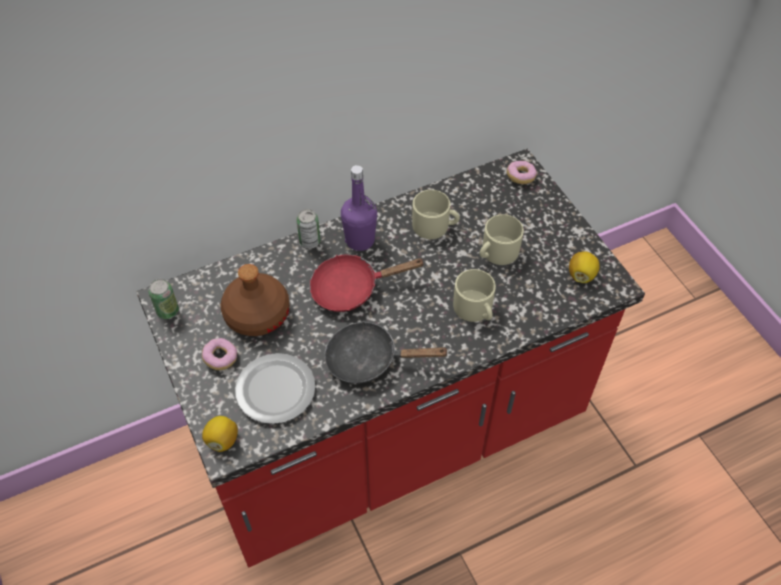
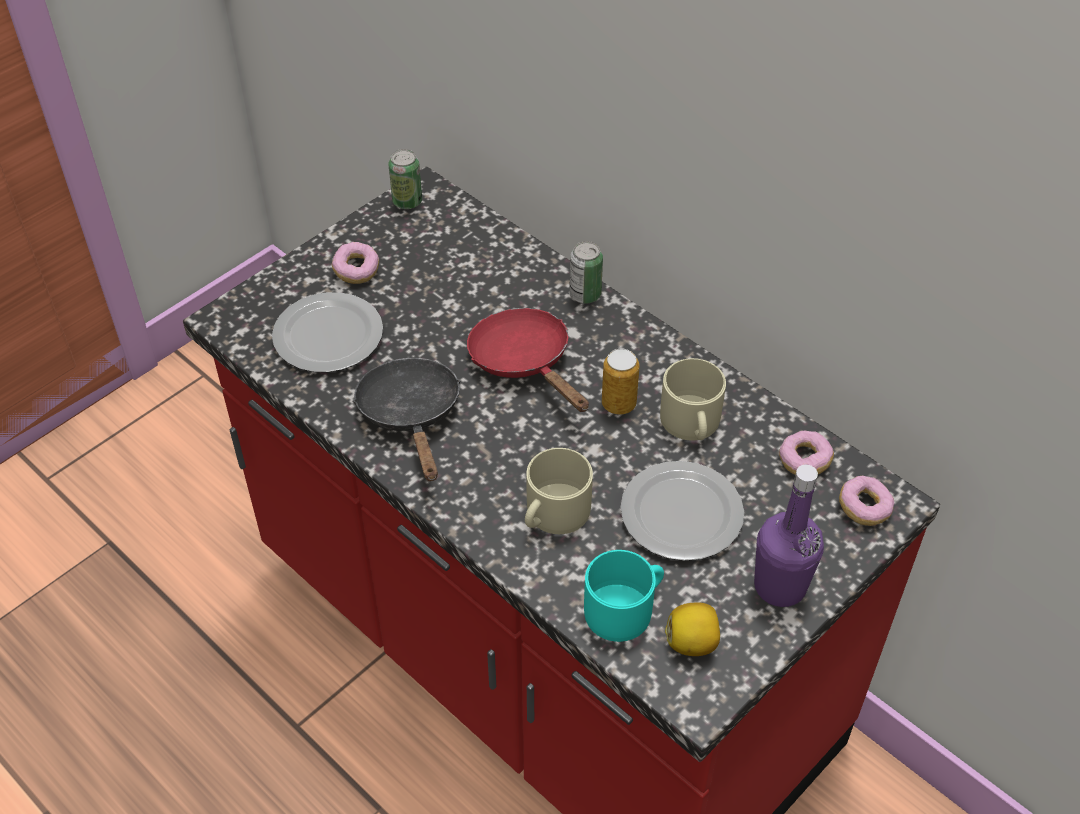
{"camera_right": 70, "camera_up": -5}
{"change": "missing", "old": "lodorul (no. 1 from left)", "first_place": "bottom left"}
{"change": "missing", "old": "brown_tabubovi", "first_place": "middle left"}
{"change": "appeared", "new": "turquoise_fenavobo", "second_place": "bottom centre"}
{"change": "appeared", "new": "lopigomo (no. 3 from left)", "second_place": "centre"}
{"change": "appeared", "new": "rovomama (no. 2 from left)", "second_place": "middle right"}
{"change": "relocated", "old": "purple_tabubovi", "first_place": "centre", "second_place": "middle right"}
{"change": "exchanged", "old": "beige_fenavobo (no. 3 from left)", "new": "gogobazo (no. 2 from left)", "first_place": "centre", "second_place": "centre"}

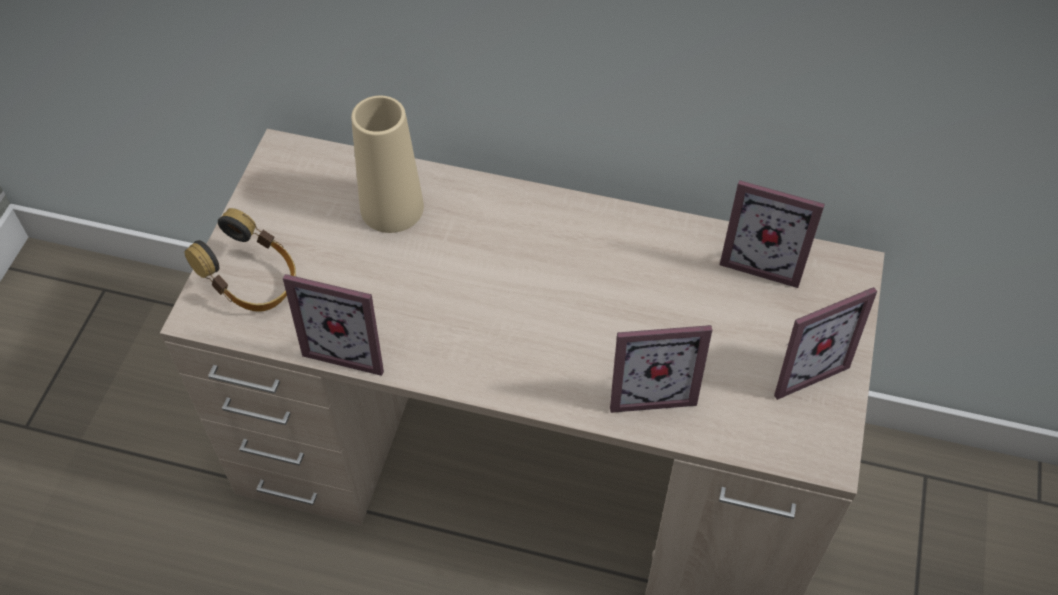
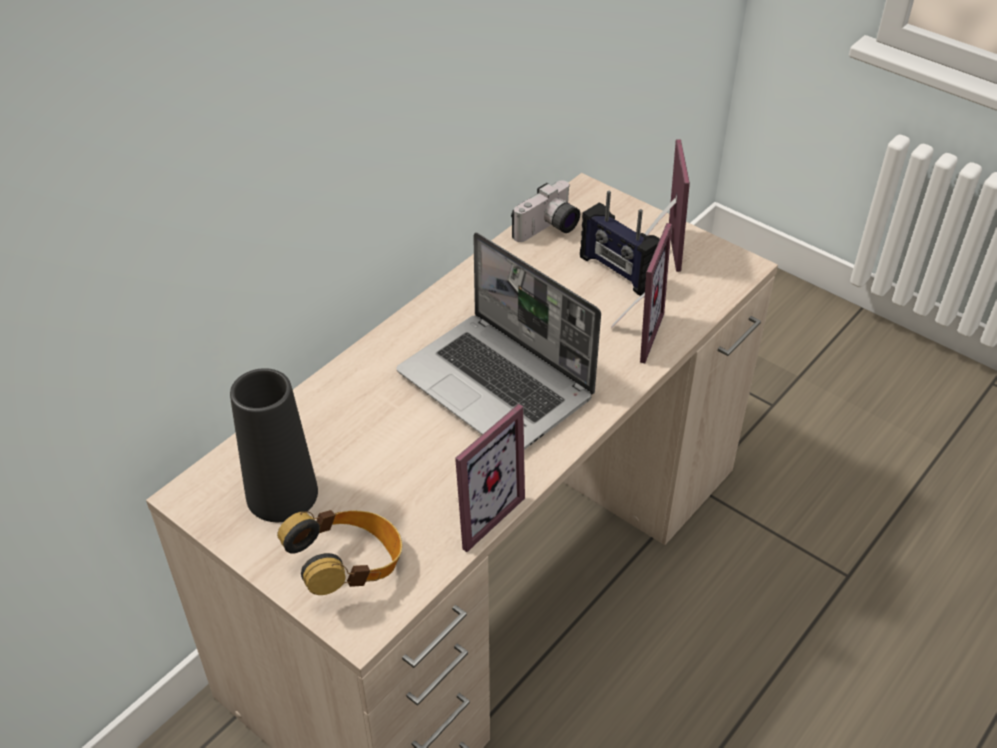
{"camera_right": -65, "camera_up": -10}
{"change": "missing", "old": "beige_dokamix", "first_place": "top centre"}
{"change": "appeared", "new": "black_dokamix", "second_place": "middle left"}
{"change": "appeared", "new": "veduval", "second_place": "centre"}
{"change": "appeared", "new": "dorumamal", "second_place": "top centre"}
{"change": "exchanged", "old": "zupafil (no. 3 from left)", "new": "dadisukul", "first_place": "middle right", "second_place": "top centre"}

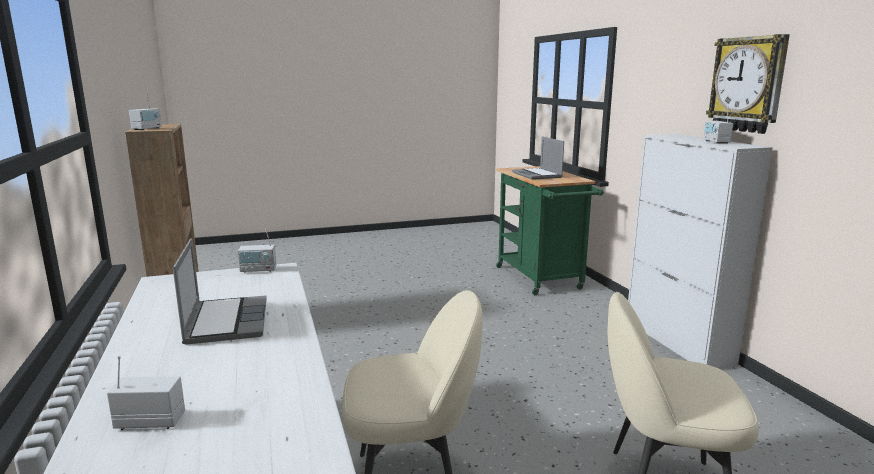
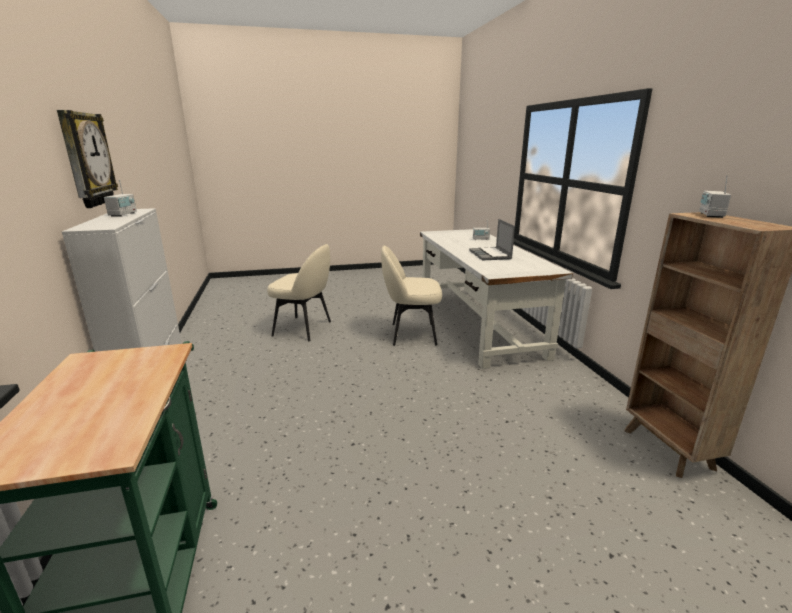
{"camera_right": -175, "camera_up": 5}
{"change": "missing", "old": "dorumamal (no. 3 from left)", "first_place": "middle left"}
{"change": "missing", "old": "veduval (no. 2 from left)", "first_place": "centre"}

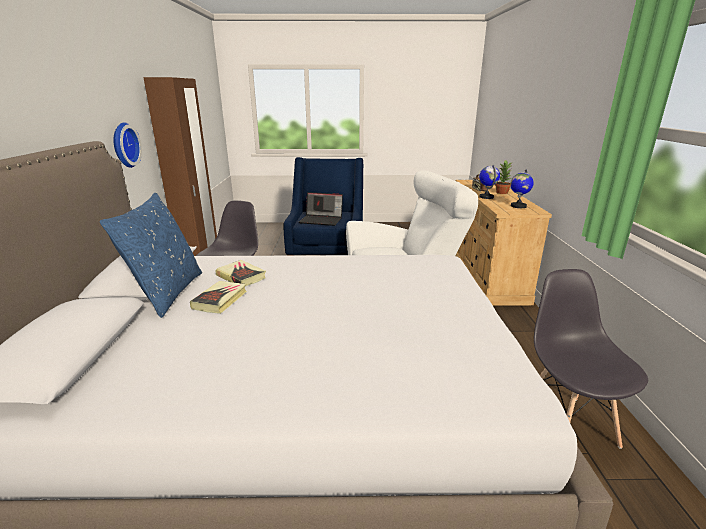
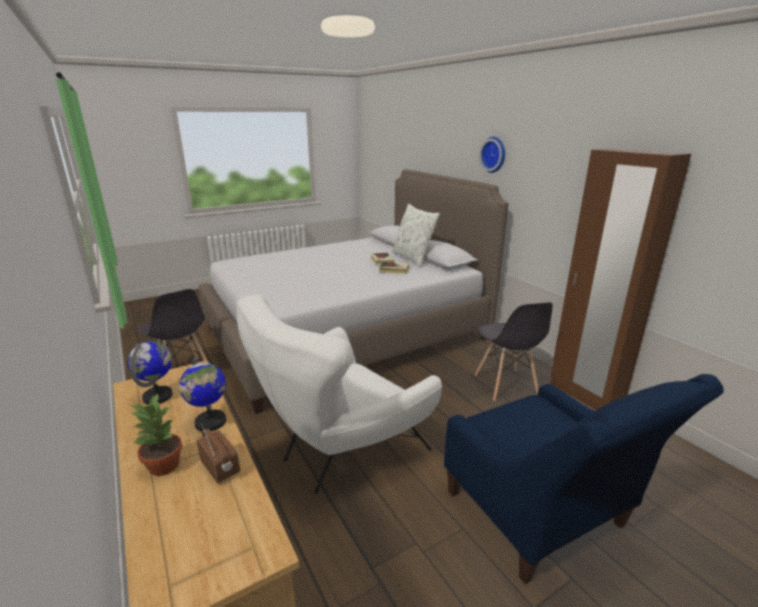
{"camera_right": 150, "camera_up": 0}
{"change": "missing", "old": "veduval", "first_place": "centre"}
{"change": "relocated", "old": "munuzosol", "first_place": "top left", "second_place": "top centre"}
{"change": "colour", "old": "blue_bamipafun", "new": "white_bamipafun", "first_place": "middle left", "second_place": "centre"}

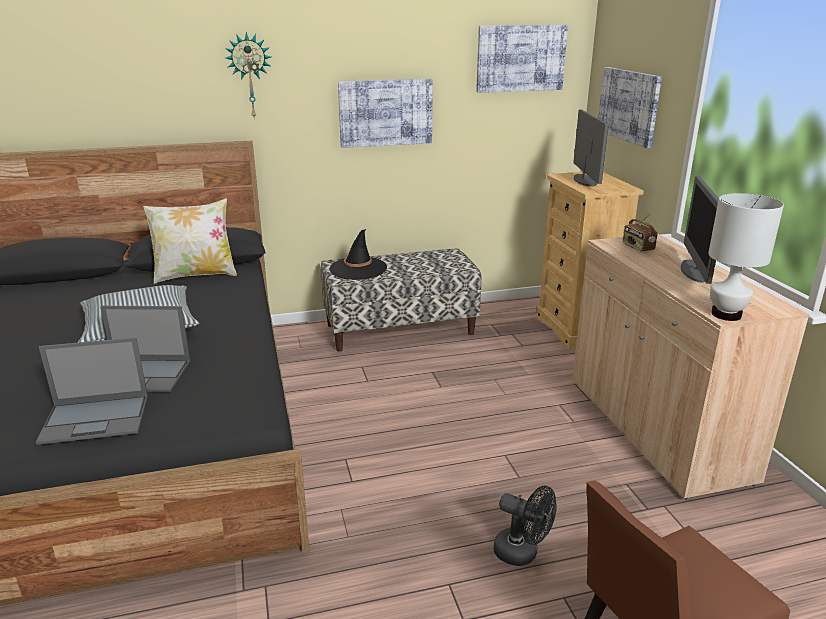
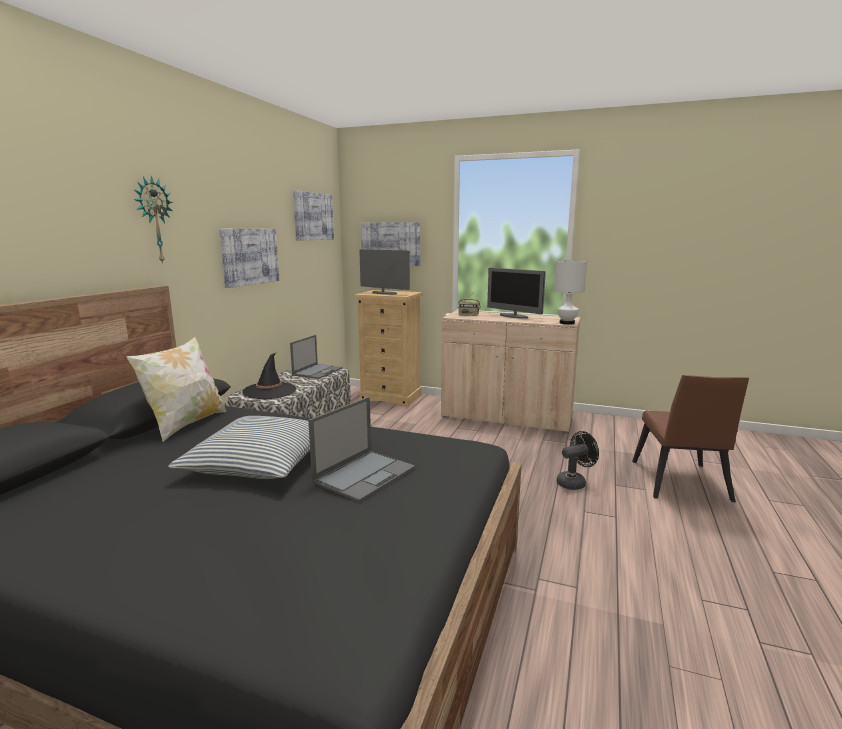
{"camera_right": -55, "camera_up": -10}
{"change": "relocated", "old": "veduval (no. 1 from left)", "first_place": "middle left", "second_place": "centre"}

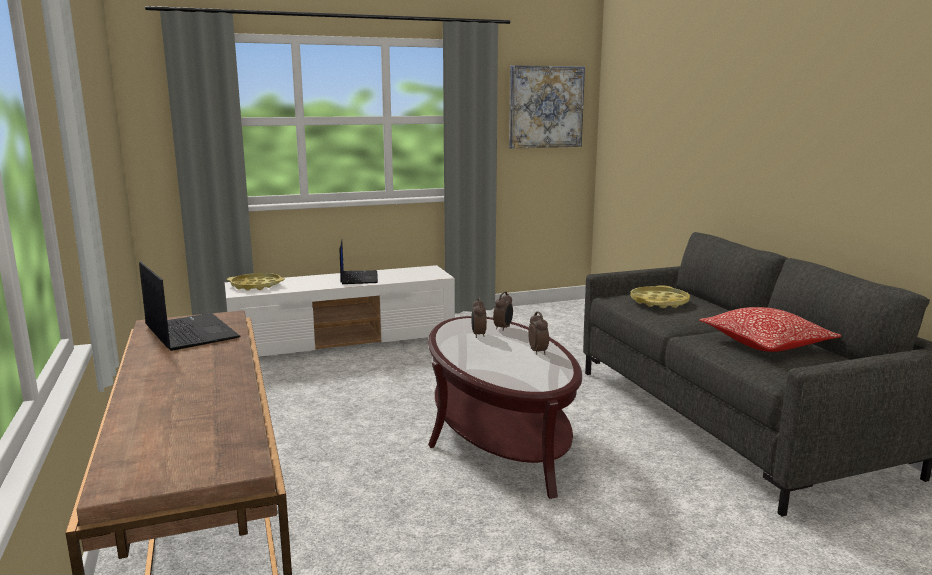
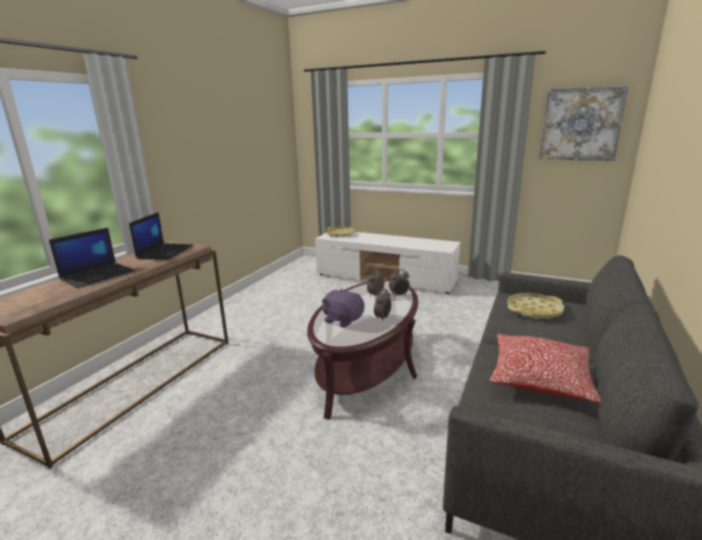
{"camera_right": 45, "camera_up": 5}
{"change": "appeared", "new": "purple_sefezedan", "second_place": "centre"}
{"change": "relocated", "old": "veduval (no. 2 from left in the first image)", "new": "veduval (no. 1 from left)", "first_place": "centre", "second_place": "middle left"}

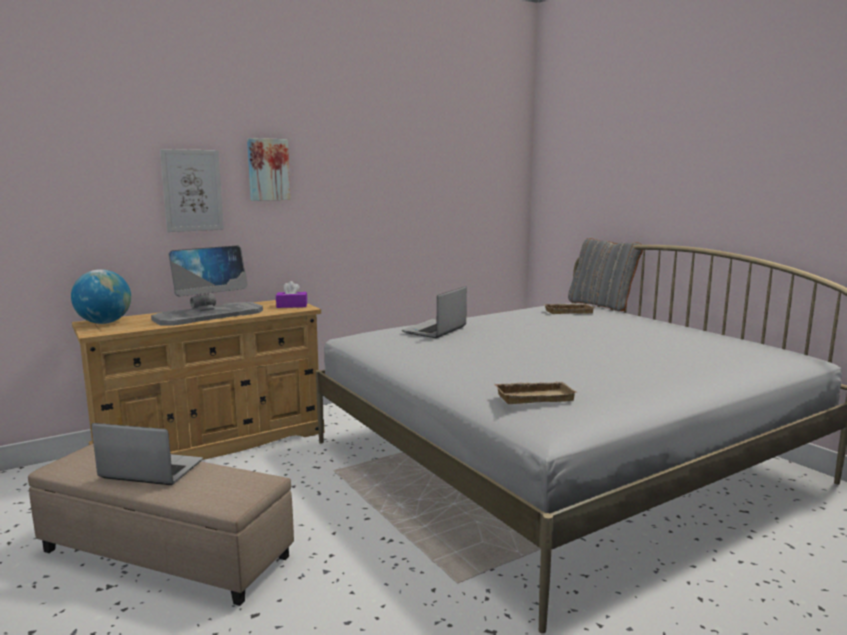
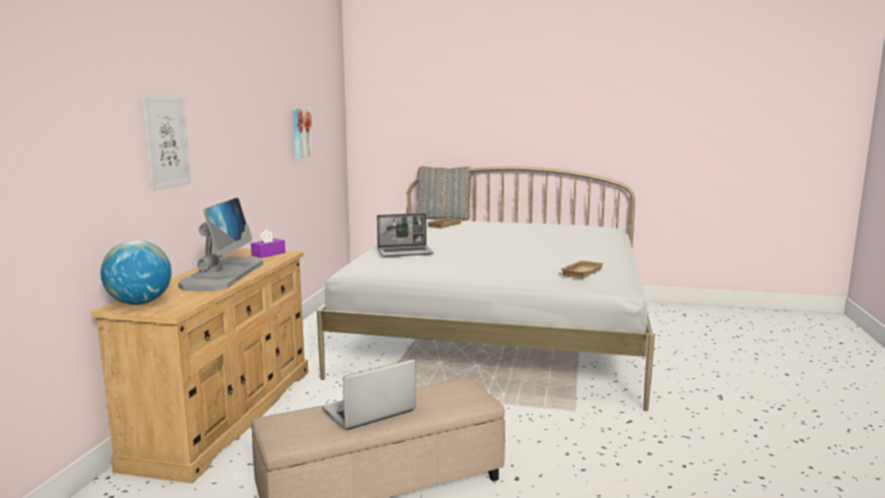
{"camera_right": -45, "camera_up": 0}
{"change": "relocated", "old": "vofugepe (no. 2 from left)", "first_place": "top left", "second_place": "top centre"}
{"change": "spun", "old": "veduval (no. 2 from left)", "first_place": "centre", "second_place": "centre", "degrees": -90}

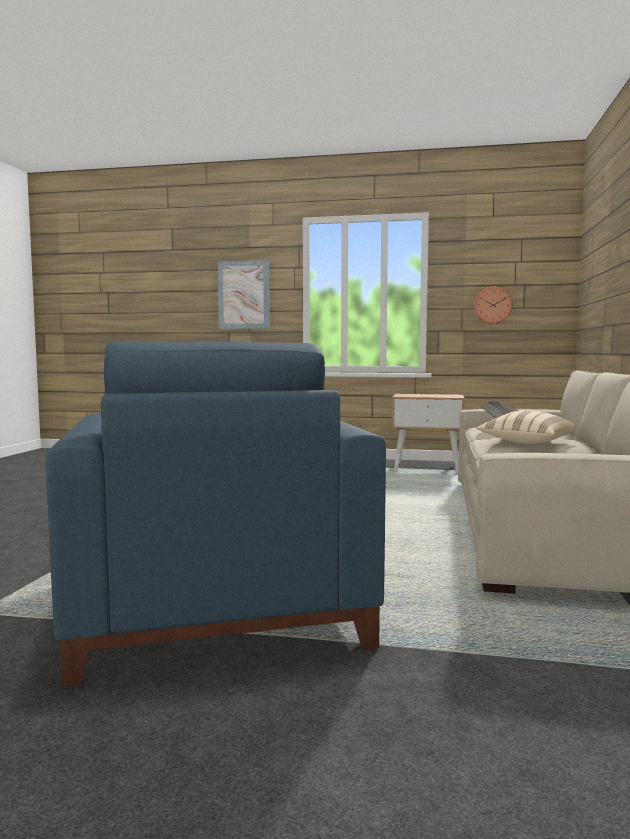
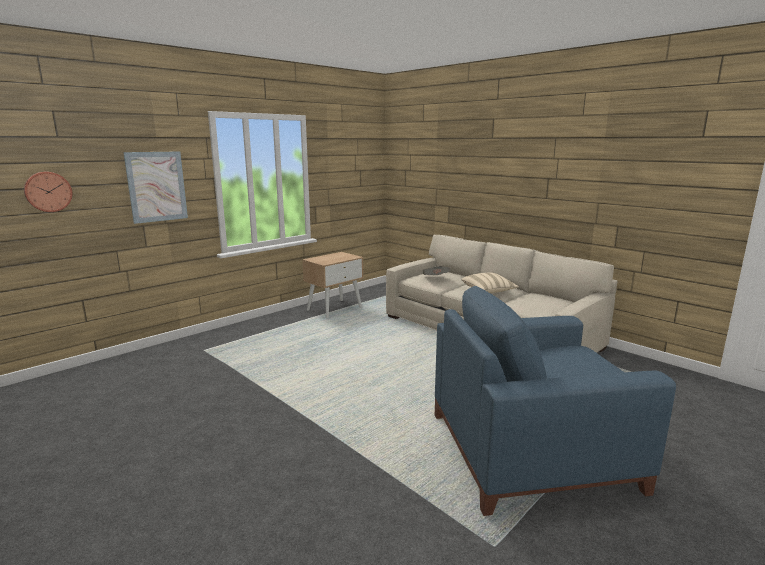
{"camera_right": -55, "camera_up": 10}
{"change": "relocated", "old": "munuzosol", "first_place": "middle right", "second_place": "middle left"}
{"change": "spun", "old": "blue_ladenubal", "first_place": "centre", "second_place": "bottom right", "degrees": 150}

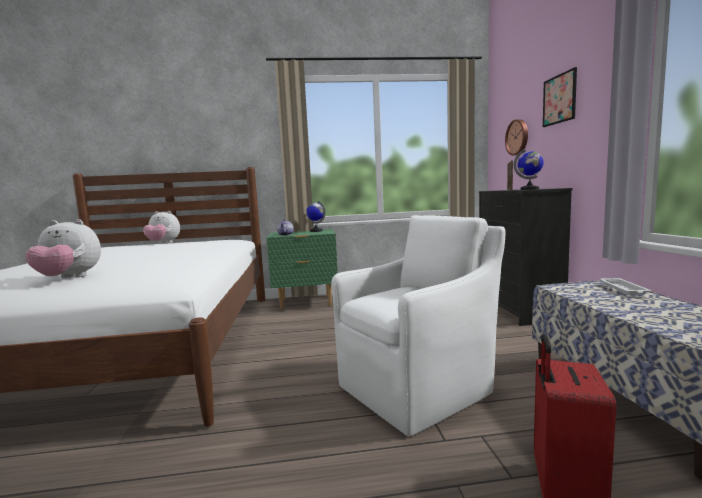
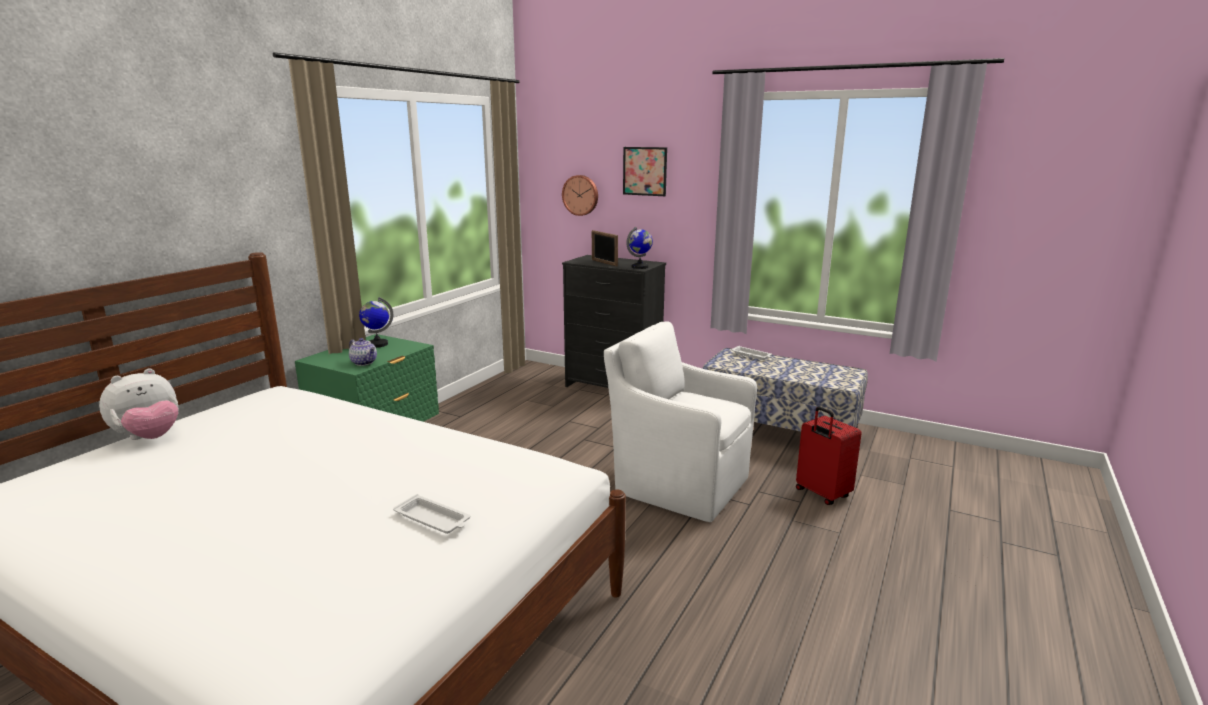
{"camera_right": -55, "camera_up": 10}
{"change": "exchanged", "old": "sefezedan (no. 1 from left)", "new": "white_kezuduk (no. 1 from left)", "first_place": "middle left", "second_place": "bottom centre"}
{"change": "spun", "old": "white_ladenubal", "first_place": "centre", "second_place": "centre", "degrees": -60}

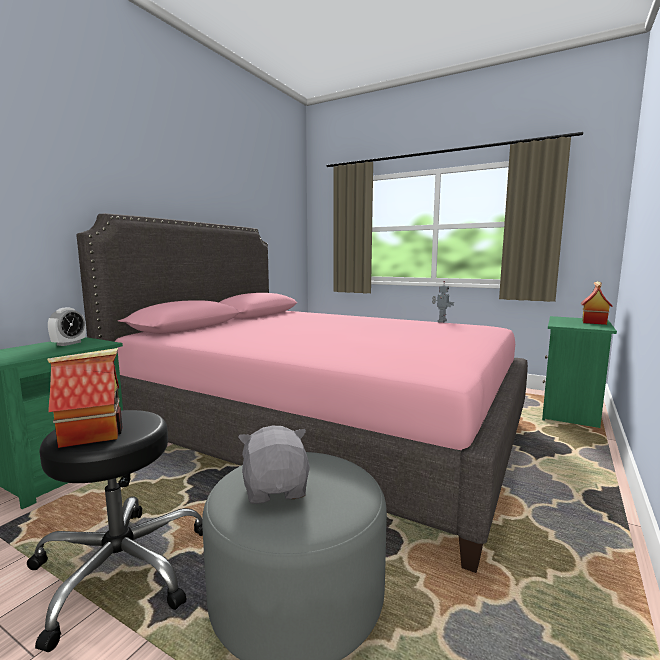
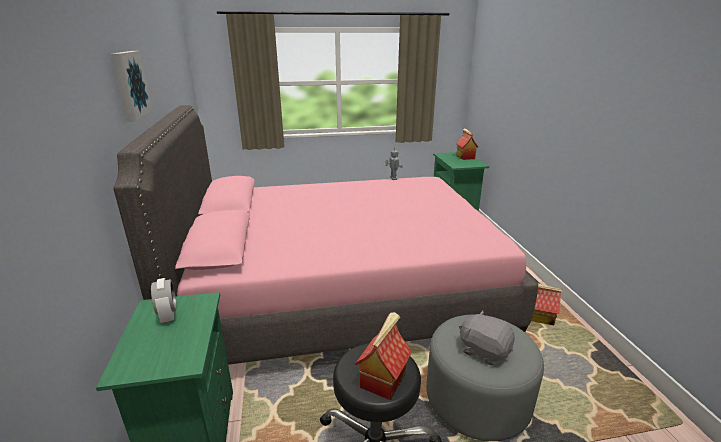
{"camera_right": -40, "camera_up": 15}
{"change": "appeared", "new": "vofugepe", "second_place": "top left"}
{"change": "appeared", "new": "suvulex (no. 3 from left)", "second_place": "bottom right"}

